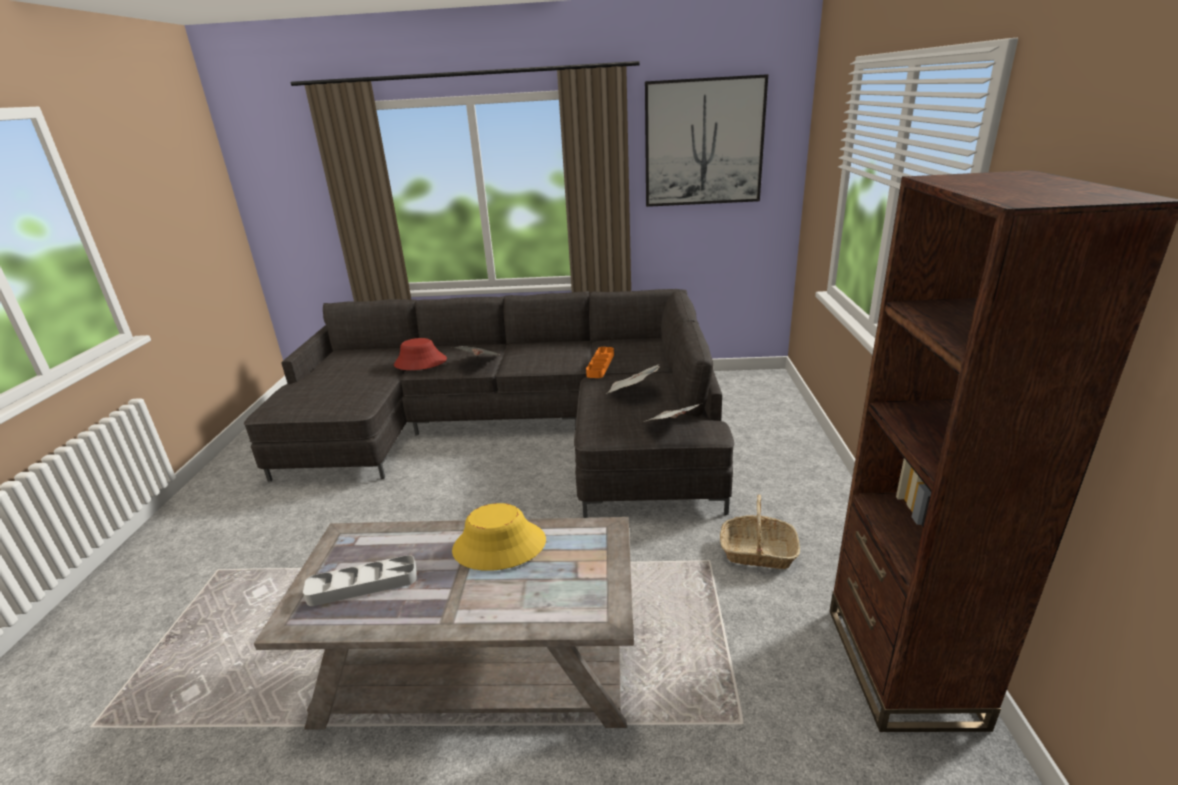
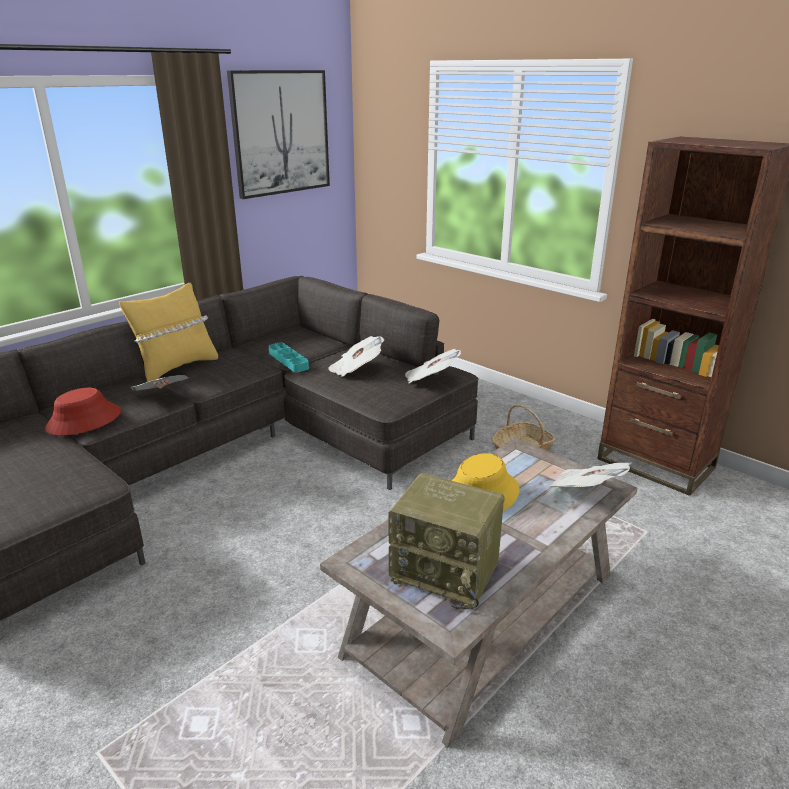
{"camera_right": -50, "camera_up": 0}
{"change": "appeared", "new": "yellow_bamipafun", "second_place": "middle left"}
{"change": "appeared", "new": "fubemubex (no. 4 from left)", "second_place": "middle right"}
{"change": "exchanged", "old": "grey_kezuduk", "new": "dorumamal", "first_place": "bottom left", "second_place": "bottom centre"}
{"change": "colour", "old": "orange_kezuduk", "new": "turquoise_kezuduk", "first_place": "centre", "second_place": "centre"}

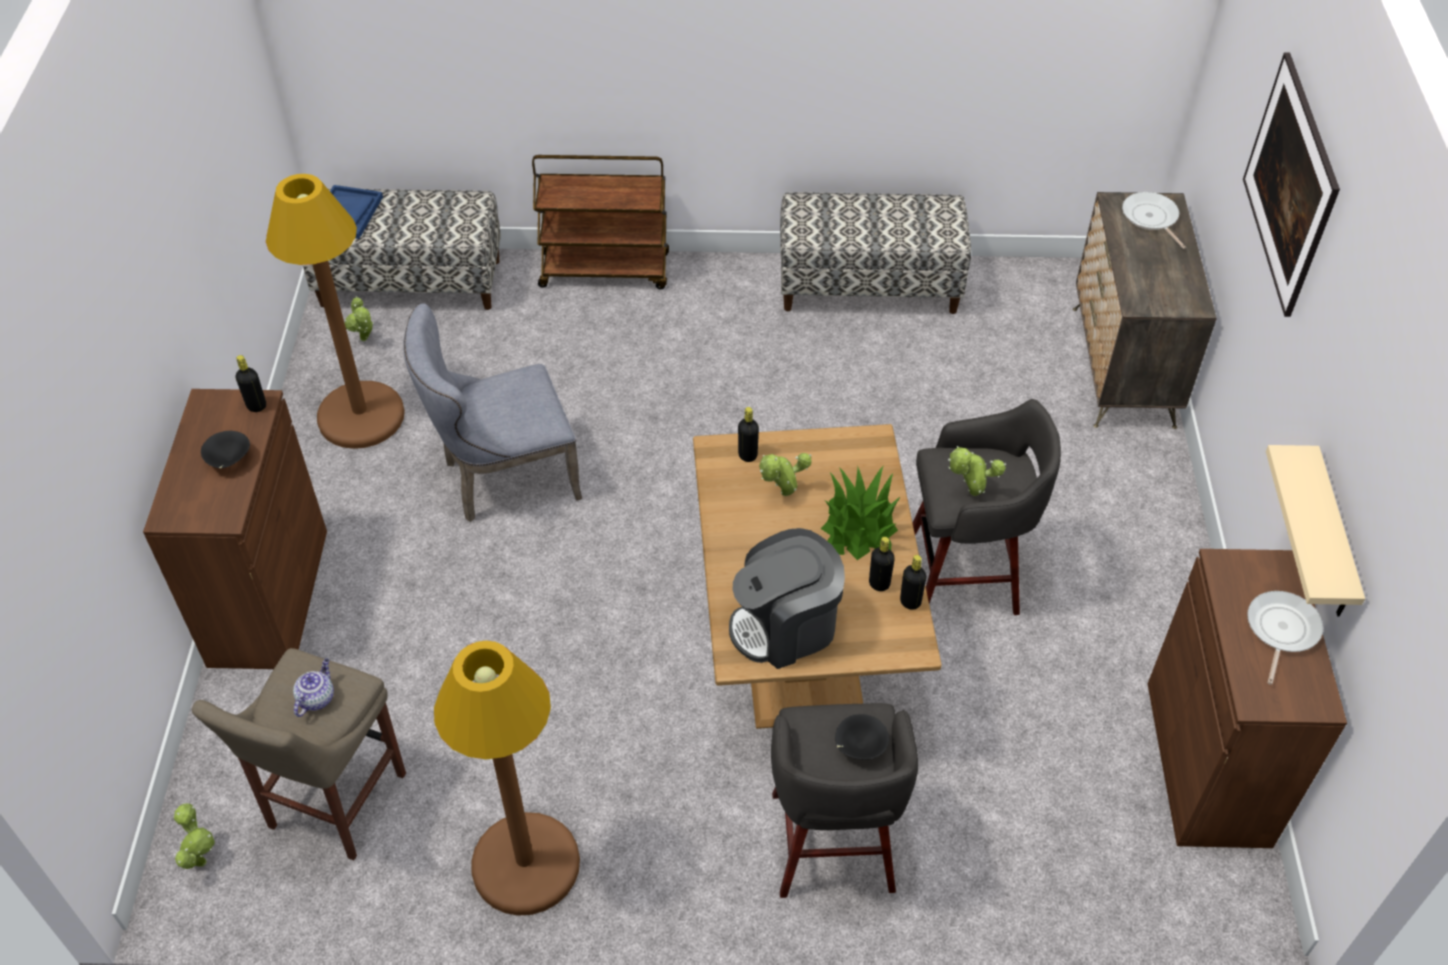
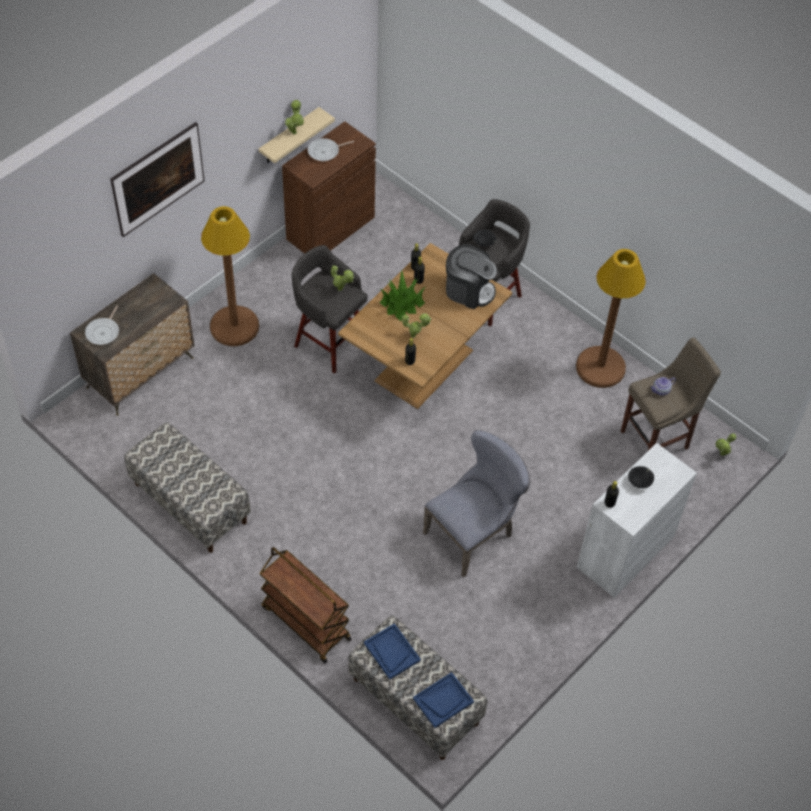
{"camera_right": -140, "camera_up": 5}
{"change": "appeared", "new": "blue_kezuduk (no. 1 from left)", "second_place": "bottom centre"}
{"change": "relocated", "old": "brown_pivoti (no. 1 from left)", "first_place": "top left", "second_place": "middle left"}
{"change": "relocated", "old": "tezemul (no. 2 from left in the first image)", "new": "tezemul (no. 1 from left)", "first_place": "top left", "second_place": "top centre"}
{"change": "colour", "old": "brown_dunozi (no. 1 from left)", "new": "white_dunozi", "first_place": "middle left", "second_place": "middle right"}
{"change": "spun", "old": "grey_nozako", "first_place": "centre", "second_place": "centre", "degrees": -60}

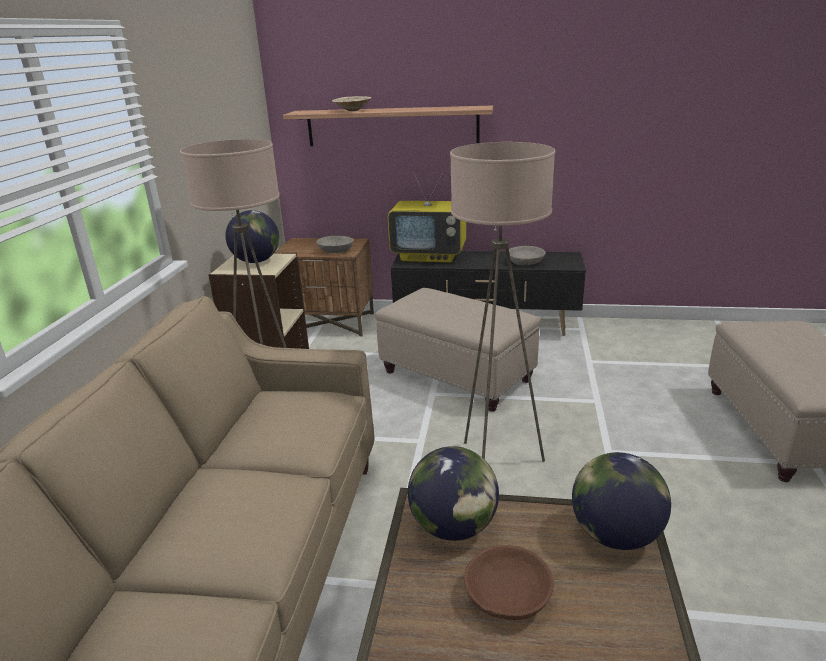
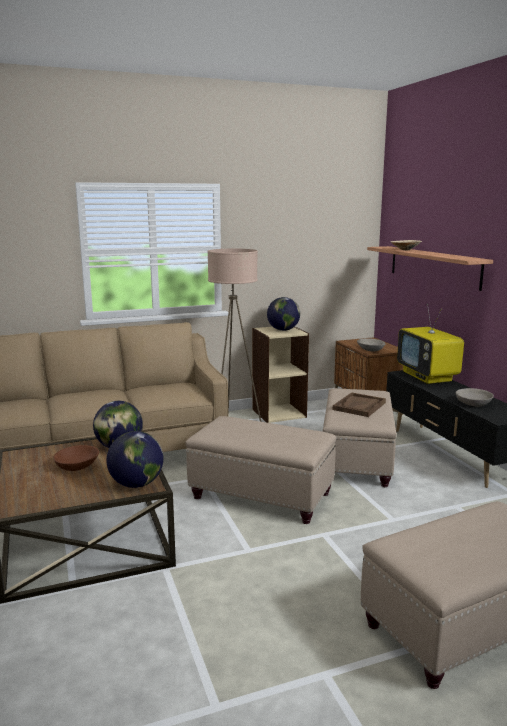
{"camera_right": 60, "camera_up": -10}
{"change": "appeared", "new": "brown_kezuduk", "second_place": "middle right"}
{"change": "exchanged", "old": "beige_pivoti (no. 2 from left)", "new": "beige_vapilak (no. 1 from left)", "first_place": "centre", "second_place": "centre"}

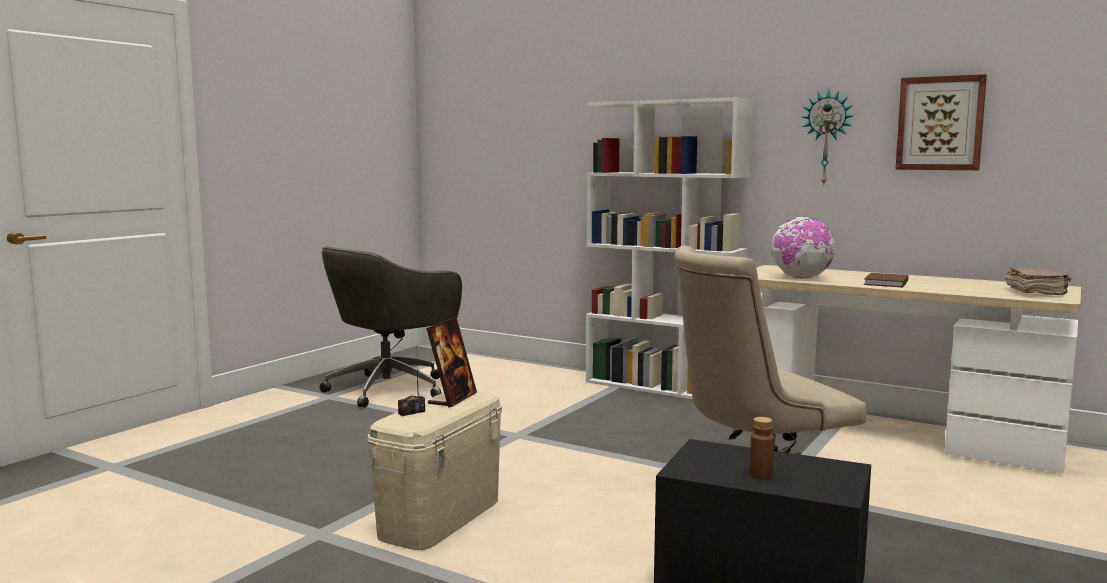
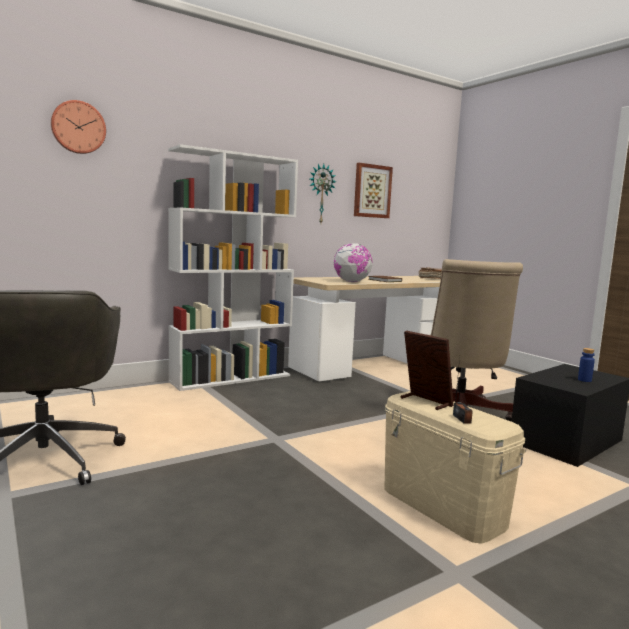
{"camera_right": -65, "camera_up": 0}
{"change": "appeared", "new": "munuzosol (no. 1 from left)", "second_place": "top left"}
{"change": "colour", "old": "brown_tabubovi", "new": "blue_tabubovi", "first_place": "bottom right", "second_place": "middle right"}

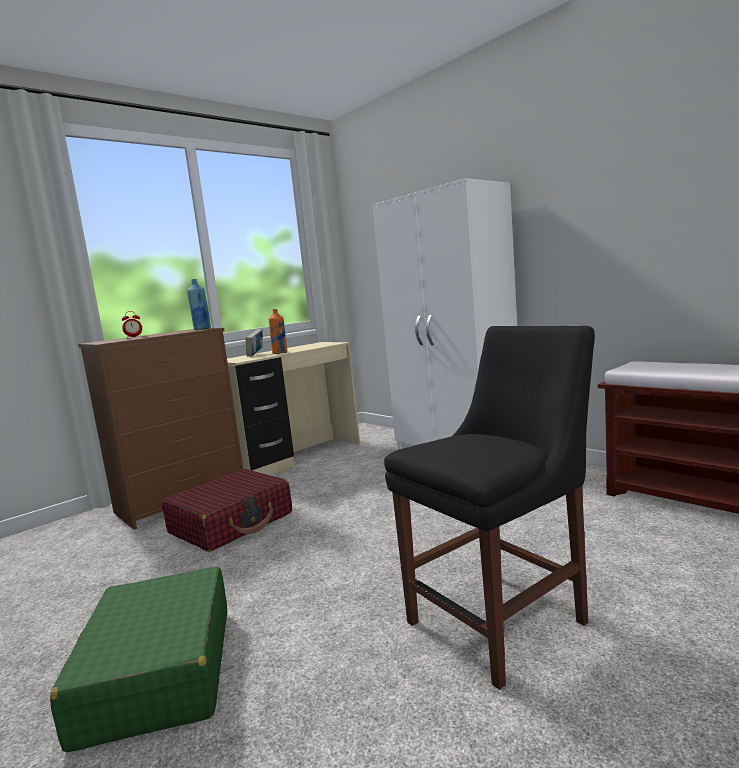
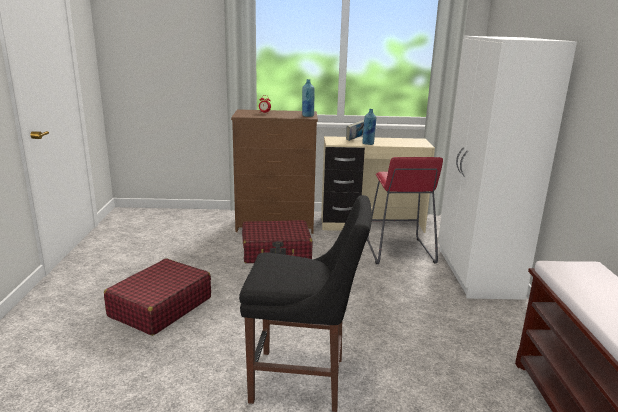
{"camera_right": 40, "camera_up": 10}
{"change": "appeared", "new": "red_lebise", "second_place": "centre"}
{"change": "colour", "old": "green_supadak", "new": "red_supadak (no. 1 from left)", "first_place": "bottom left", "second_place": "bottom left"}
{"change": "colour", "old": "orange_tabubovi", "new": "blue_tabubovi (no. 2 from left)", "first_place": "centre", "second_place": "top centre"}

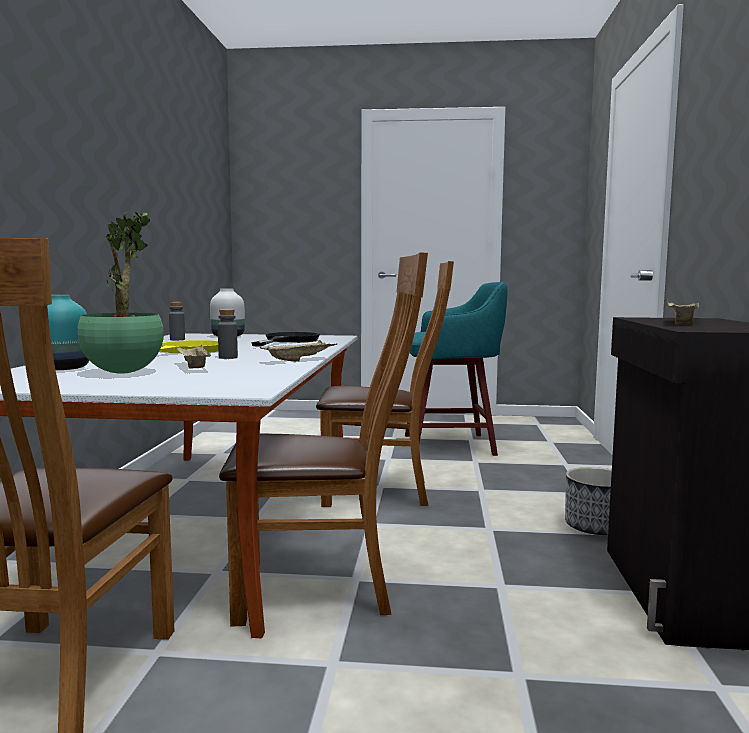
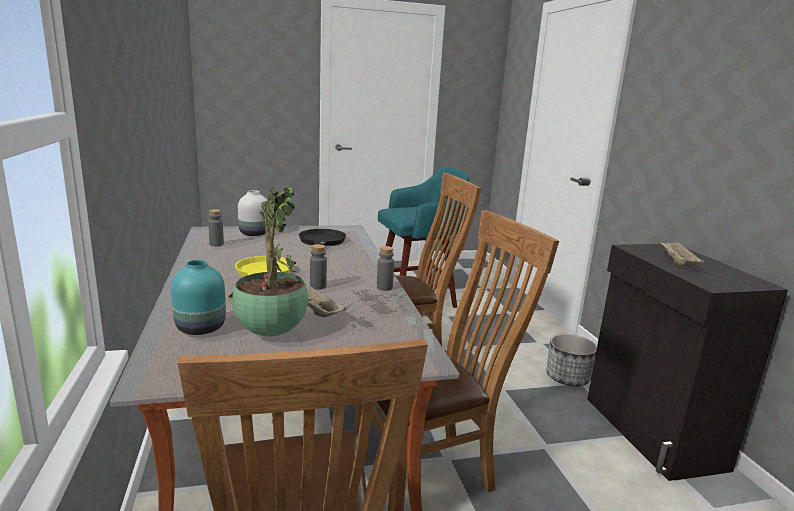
{"camera_right": -20, "camera_up": 10}
{"change": "exchanged", "old": "beige_kezuduk (no. 2 from left)", "new": "grey_tabubovi (no. 3 from left)", "first_place": "centre", "second_place": "centre"}

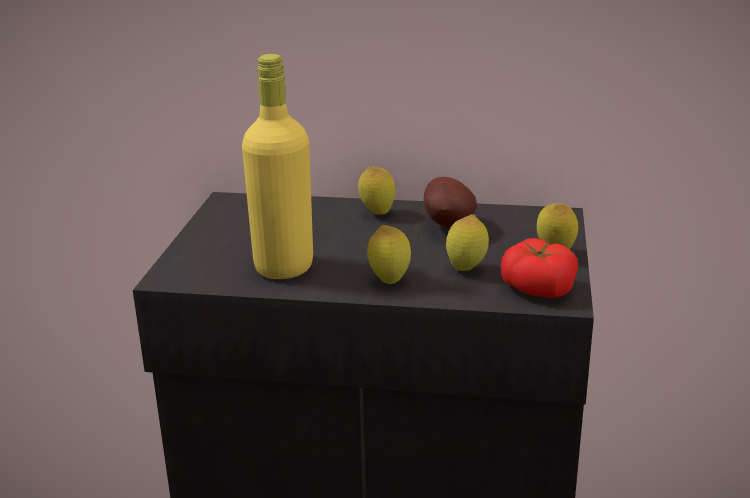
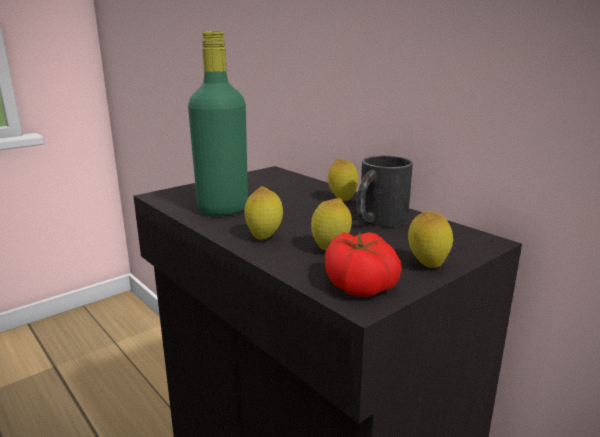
{"camera_right": 40, "camera_up": -5}
{"change": "exchanged", "old": "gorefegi", "new": "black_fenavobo", "first_place": "centre", "second_place": "centre"}
{"change": "colour", "old": "yellow_tabubovi", "new": "green_tabubovi", "first_place": "centre", "second_place": "top centre"}

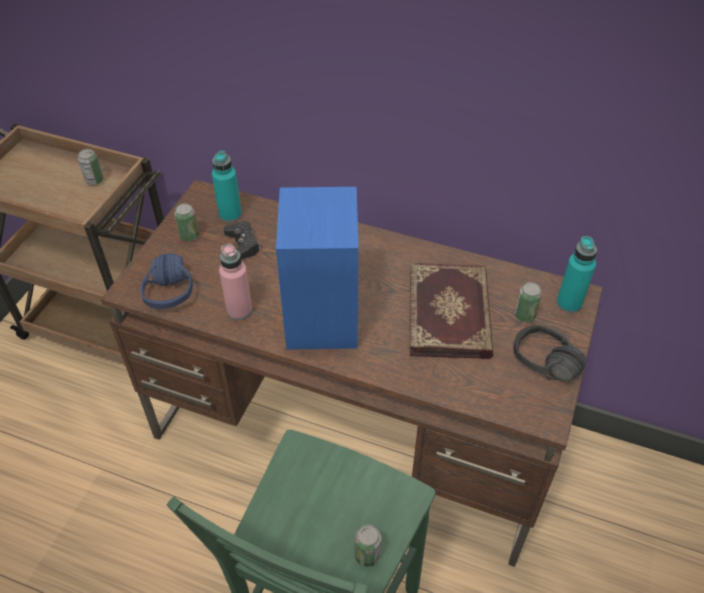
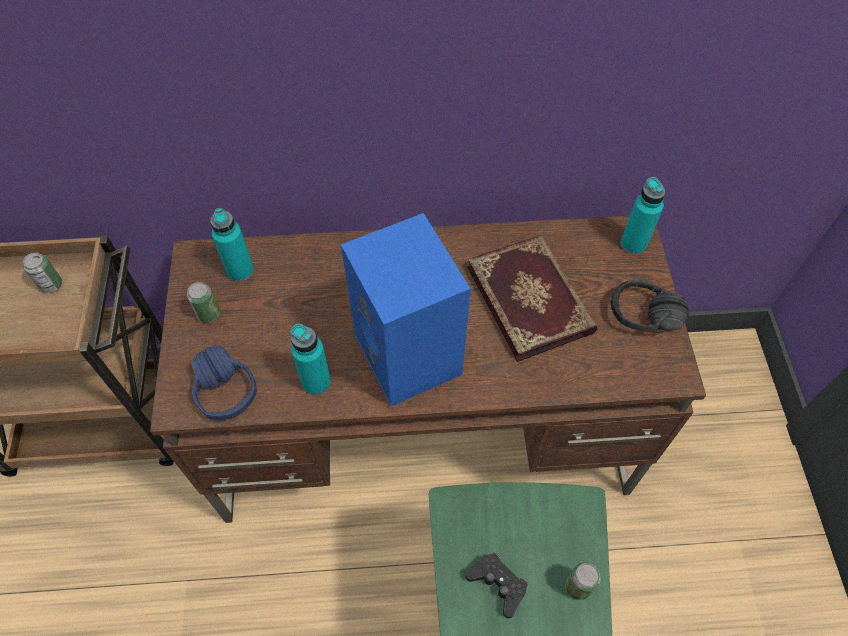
{"camera_right": -25, "camera_up": 10}
{"change": "missing", "old": "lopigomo (no. 4 from left)", "first_place": "middle right"}
{"change": "relocated", "old": "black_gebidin", "first_place": "centre", "second_place": "bottom centre"}
{"change": "colour", "old": "pink_tabubovi", "new": "turquoise_tabubovi (no. 2 from left)", "first_place": "centre", "second_place": "centre"}

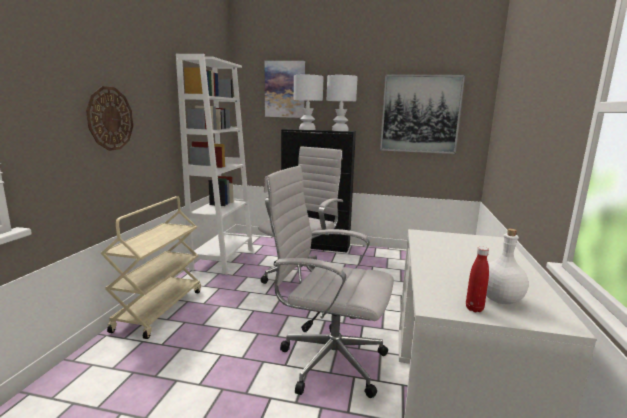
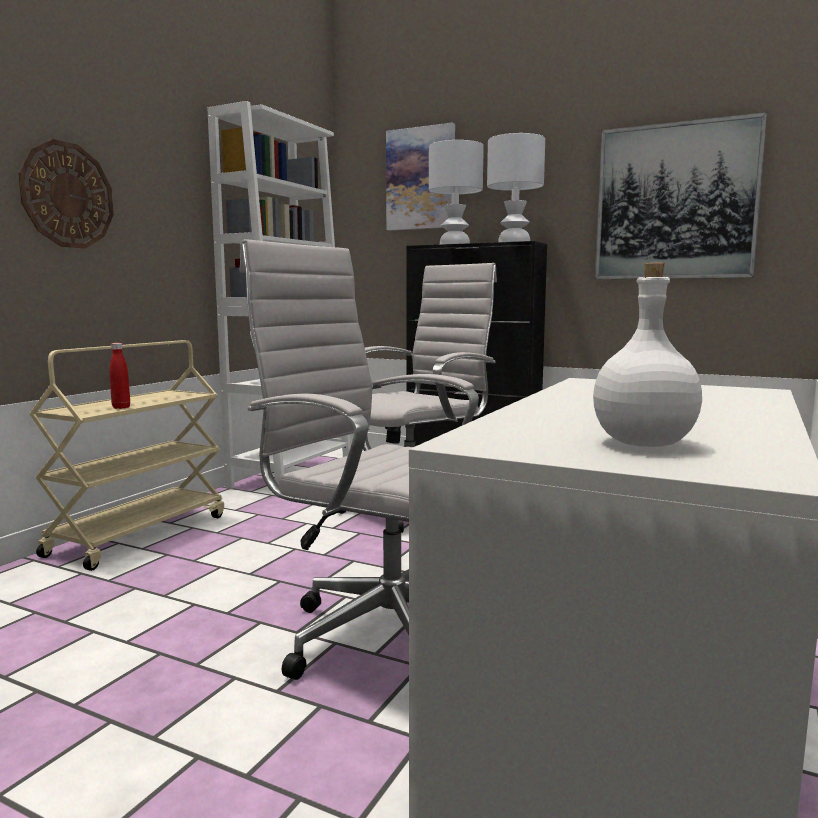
{"camera_right": 15, "camera_up": -5}
{"change": "relocated", "old": "red_tabubovi", "first_place": "bottom right", "second_place": "middle left"}

